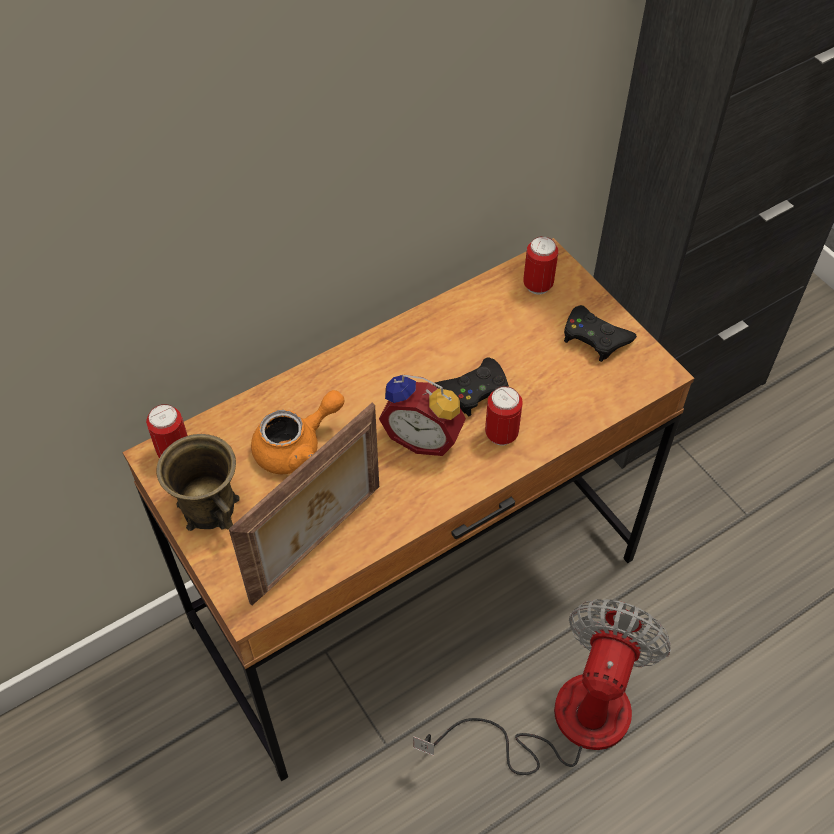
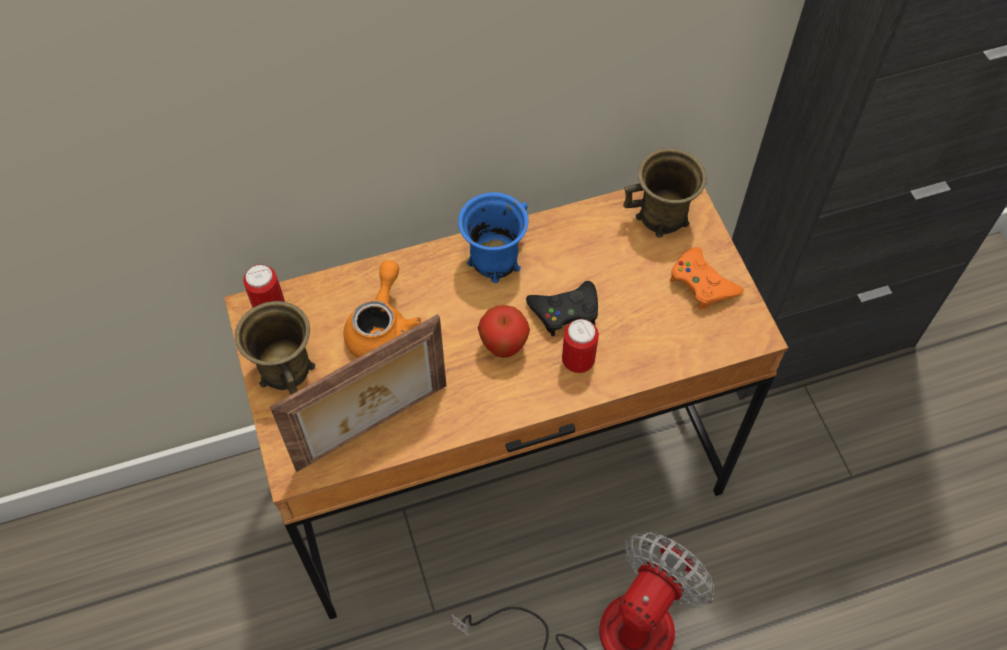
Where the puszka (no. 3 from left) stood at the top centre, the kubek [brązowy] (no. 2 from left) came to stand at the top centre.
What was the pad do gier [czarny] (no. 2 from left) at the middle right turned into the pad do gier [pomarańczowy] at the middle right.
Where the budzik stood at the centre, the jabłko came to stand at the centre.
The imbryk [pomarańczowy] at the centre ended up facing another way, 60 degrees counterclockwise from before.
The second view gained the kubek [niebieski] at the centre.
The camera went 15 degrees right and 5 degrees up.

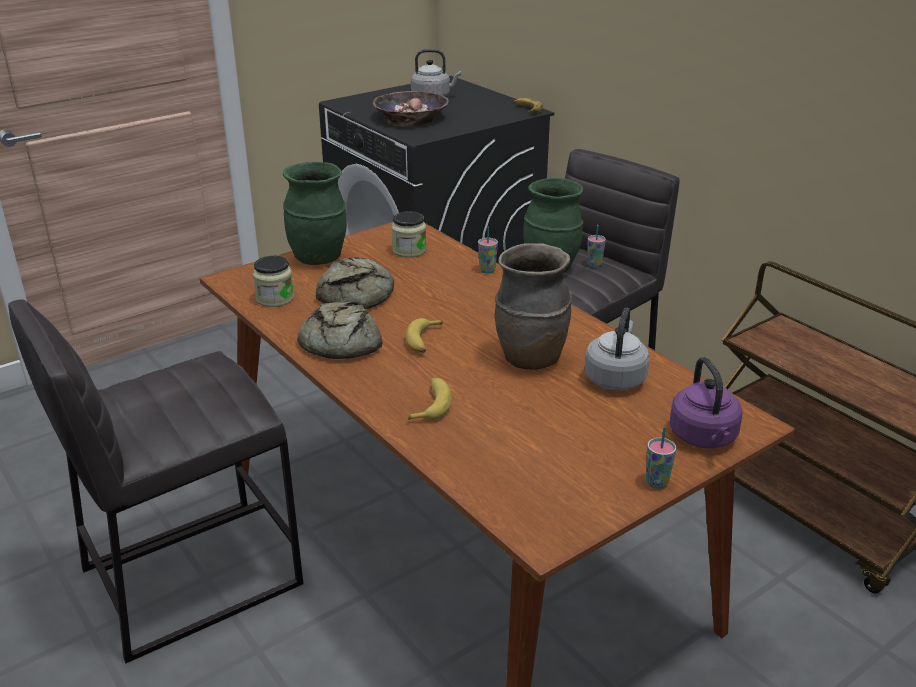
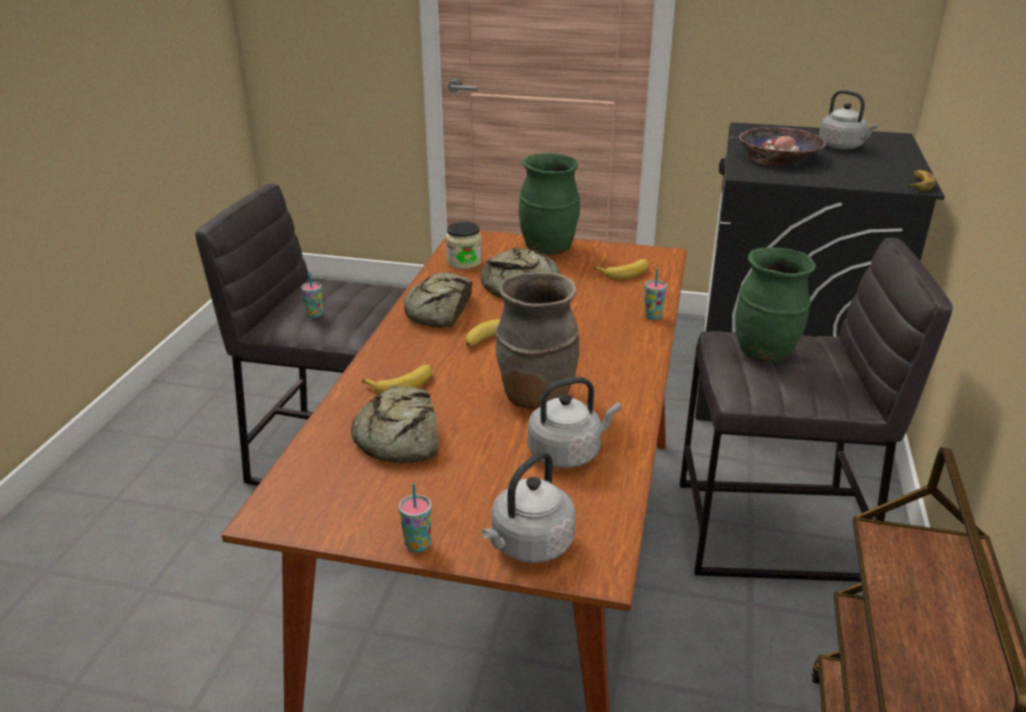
Where the słoik (no. 2 from left) stood at the centre, the banan (no. 3 from left) came to stand at the centre.
The filiżanka (no. 2 from left in the first image) ended up elsewhere, having gone from the centre to the middle left.
What was the czajnik [fioletowy] at the middle right turned into the czajnik [szary] (no. 1 from left) at the bottom centre.
The second view gained the chleb (no. 1 from left) at the centre.
The camera went 50 degrees right and 0 degrees up.

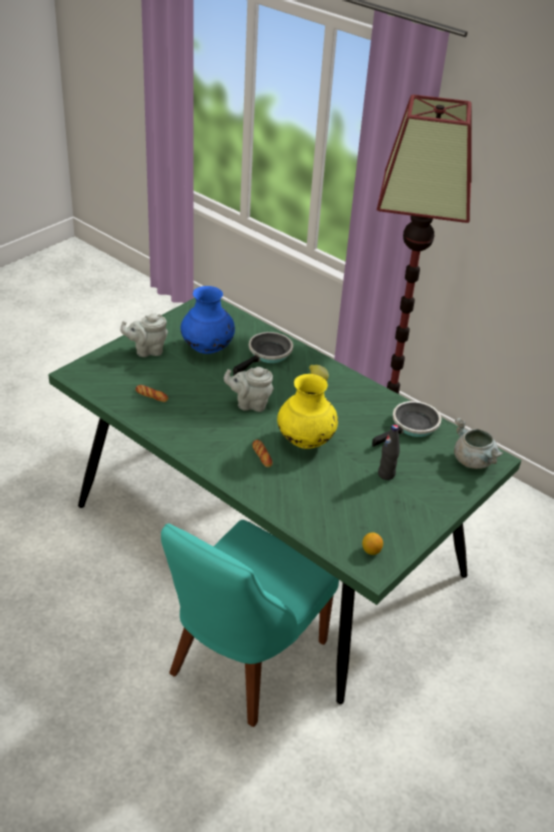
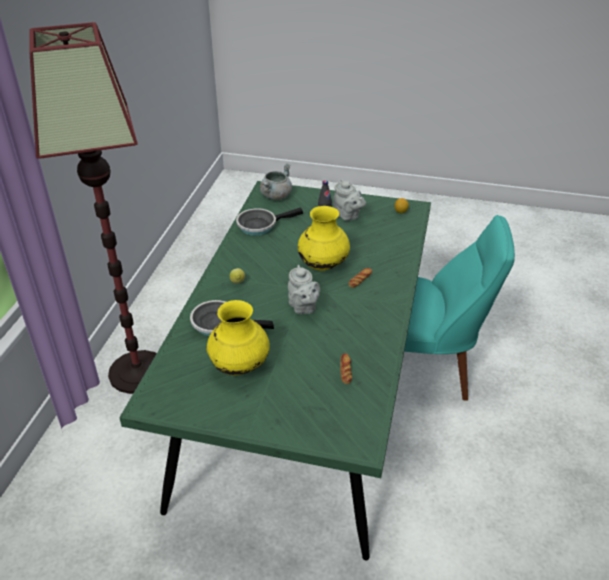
What was the wazon [niebieski] at the centre turned into the wazon [żółty] (no. 1 from left) at the centre.
The imbryk [szary] (no. 1 from left in the first image) ended up elsewhere, having gone from the middle left to the centre.
The patelnia (no. 2 from left) at the middle right ended up facing another way, 45 degrees counterclockwise from before.
The camera went 115 degrees left and 0 degrees up.

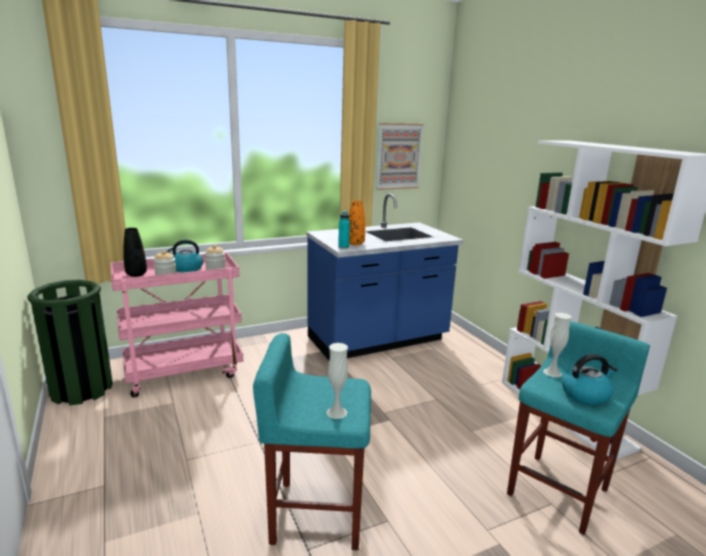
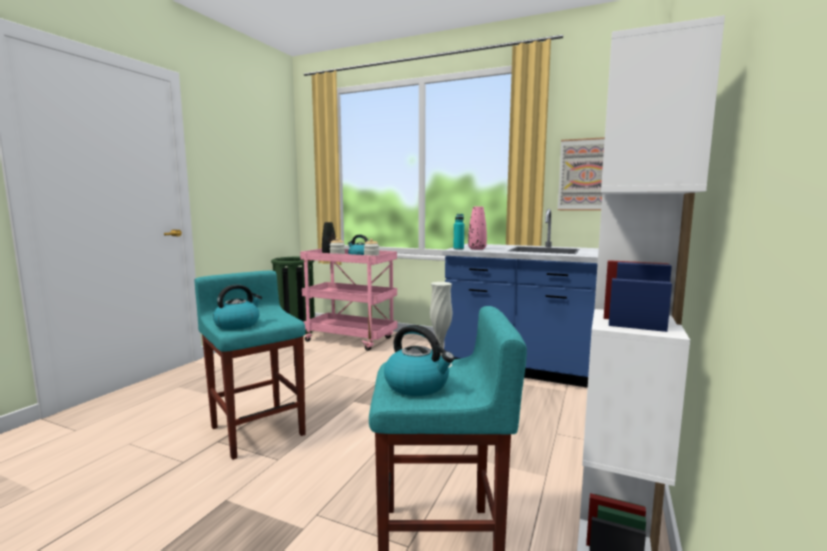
What was the wazon [pomarańczowy] at the centre turned into the wazon [różowy] at the centre.
Where the wazon [biały] (no. 1 from left) stood at the bottom centre, the czajnik (no. 1 from left) came to stand at the middle left.
The camera went 50 degrees right and 10 degrees down.

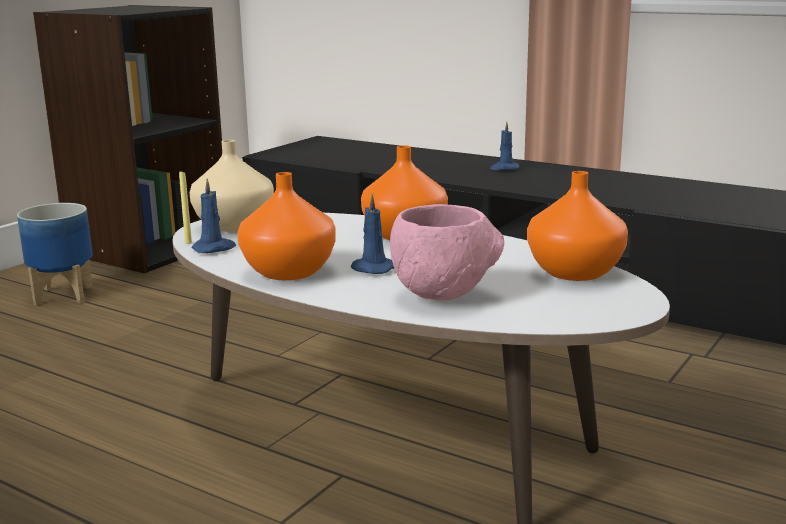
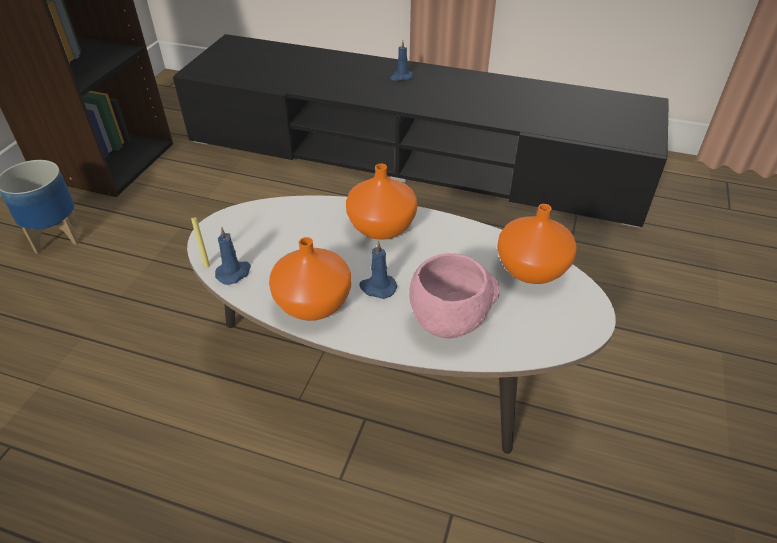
The second view lost the wazon [beżowy] at the middle left.
The camera went 15 degrees left and 25 degrees up.

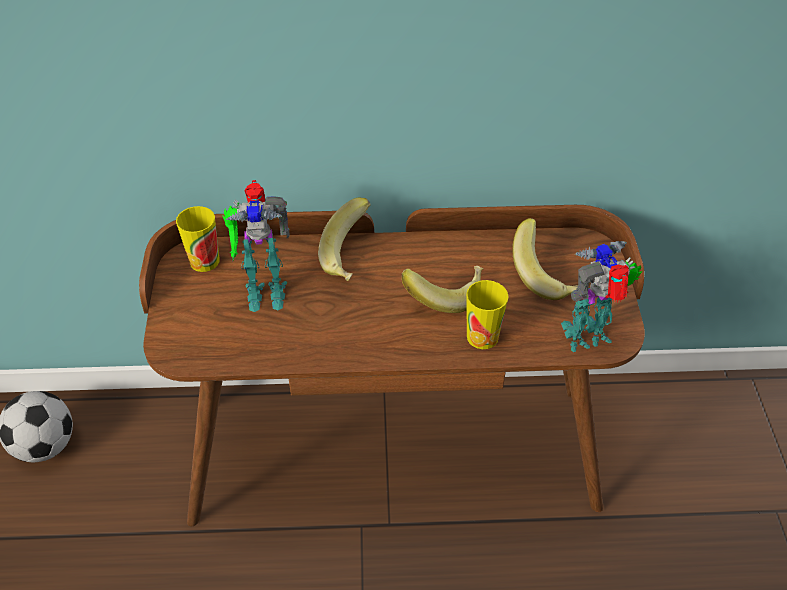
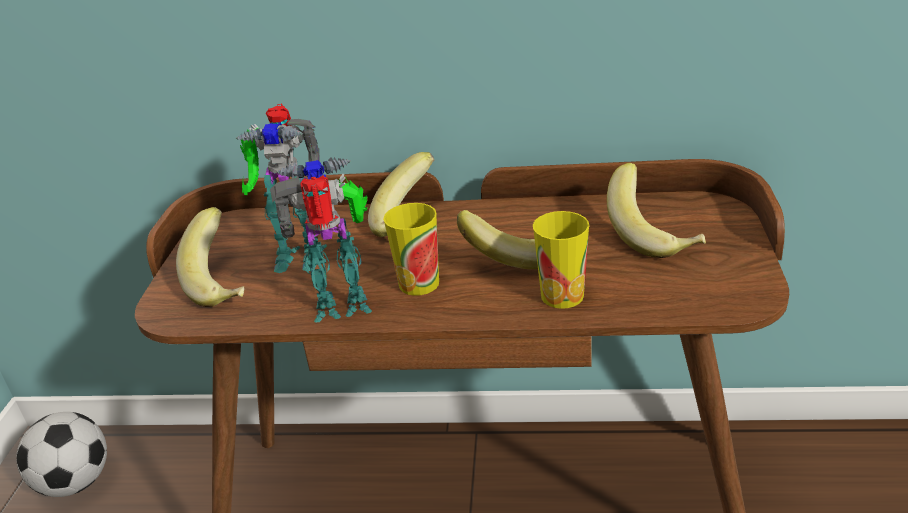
The filiżanka (no. 1 from left) ended up elsewhere, having gone from the middle left to the centre.
The robot zabawkowy (no. 2 from left) ended up elsewhere, having gone from the middle right to the centre.
The second view gained the banan (no. 1 from left) at the middle left.
The camera went 10 degrees right and 15 degrees down.

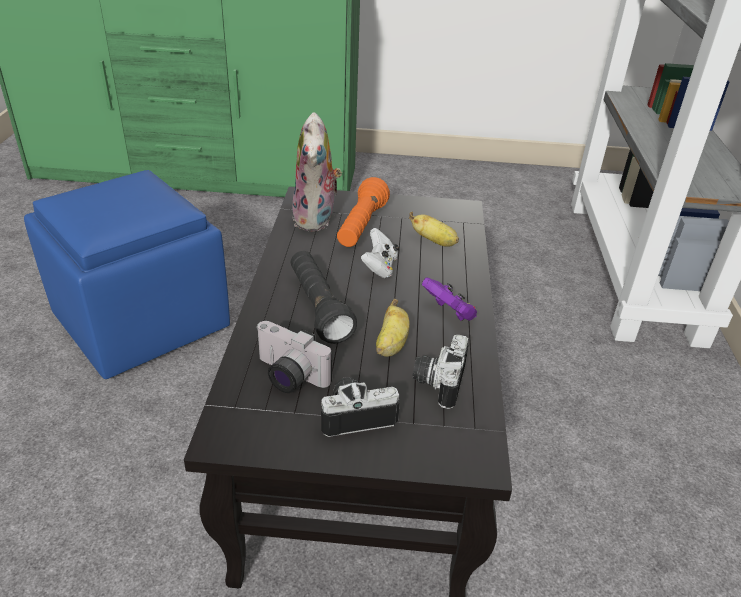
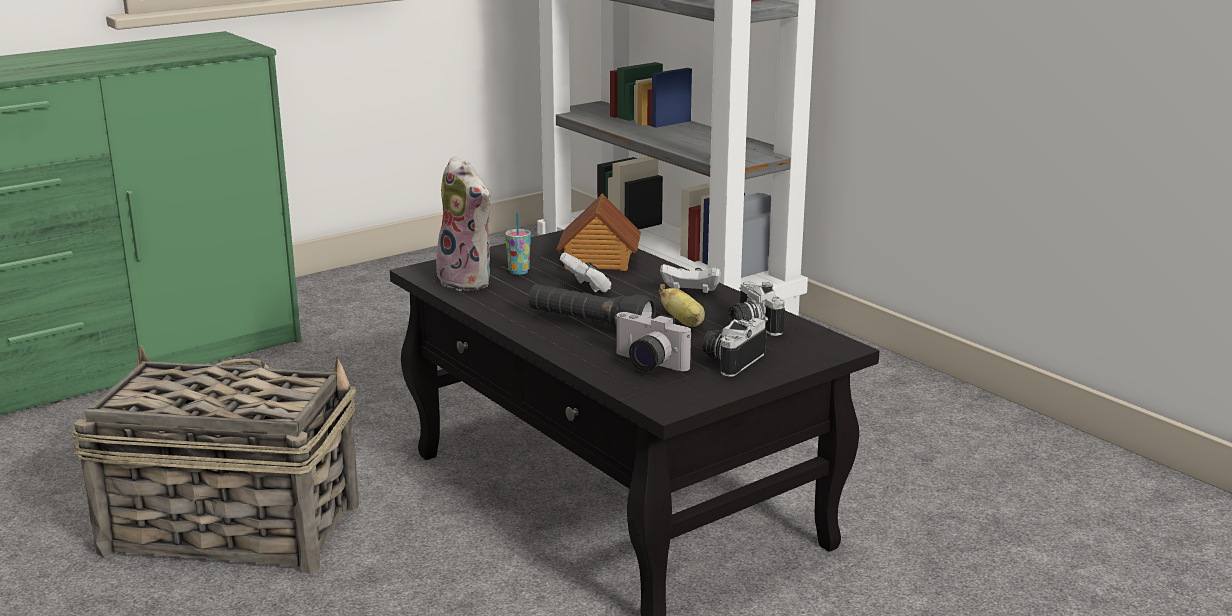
Where the pufa [niebieski] stood at the middle left, the koszyk came to stand at the bottom left.
Where the latarka [pomarańczowy] stood at the centre, the filiżanka came to stand at the centre.
Where the banan (no. 2 from left) stood at the centre, the domek came to stand at the centre.
What was the pad do gier [fioletowy] at the centre turned into the pad do gier [biały] (no. 2 from left) at the centre.
The aparat fotograficzny (no. 1 from left) at the centre ended up facing another way, 45 degrees clockwise from before.
The camera went 40 degrees left and 15 degrees down.

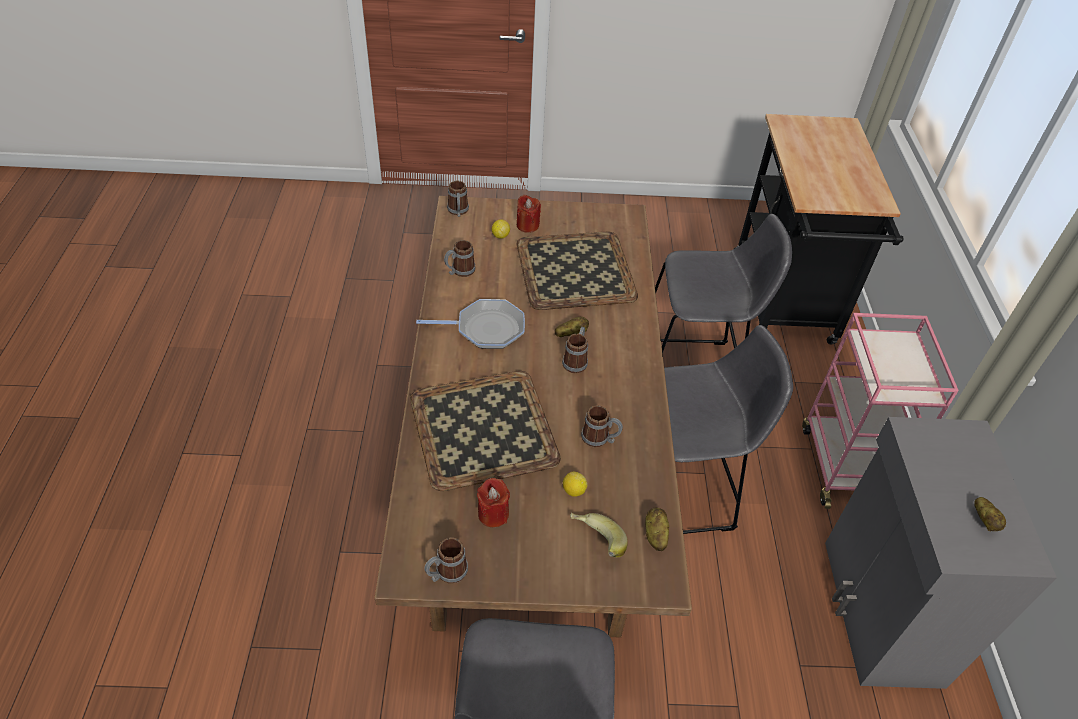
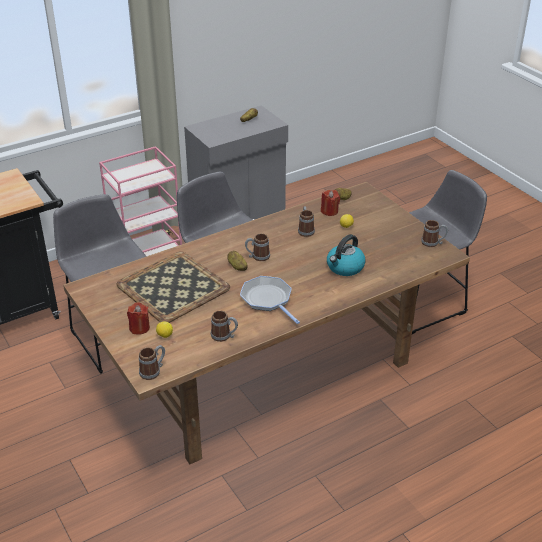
Where the taca (no. 1 from left) stood at the centre, the czajnik came to stand at the centre.
The świeca [czerwony] (no. 1 from left in the first image) ended up elsewhere, having gone from the bottom centre to the centre.
The second view lost the banan at the bottom centre.
The camera went 120 degrees left and 10 degrees down.

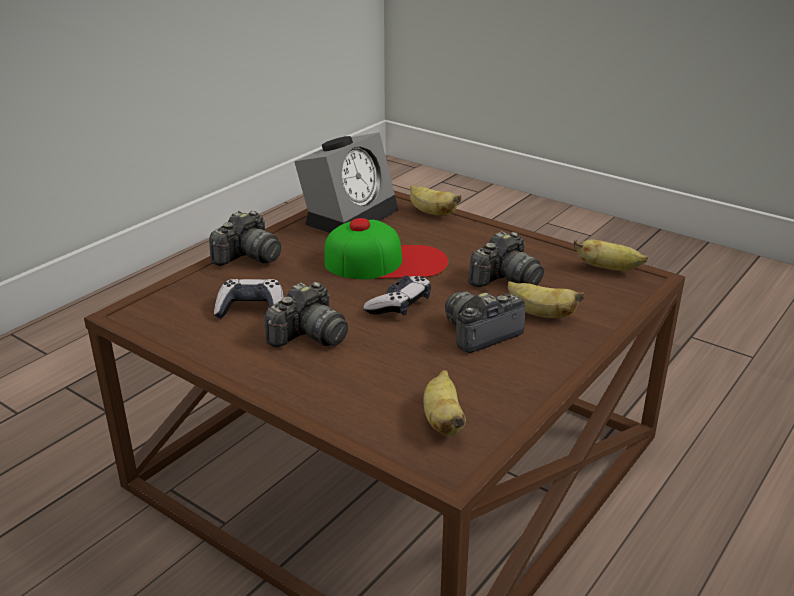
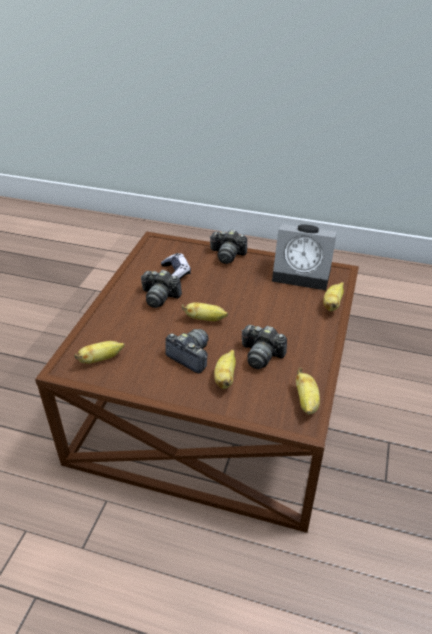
The second view lost the czapka z daszkiem at the centre.
Where the pad do gier (no. 2 from left) stood at the centre, the banan (no. 2 from left) came to stand at the centre.
The camera went 70 degrees right and 10 degrees up.

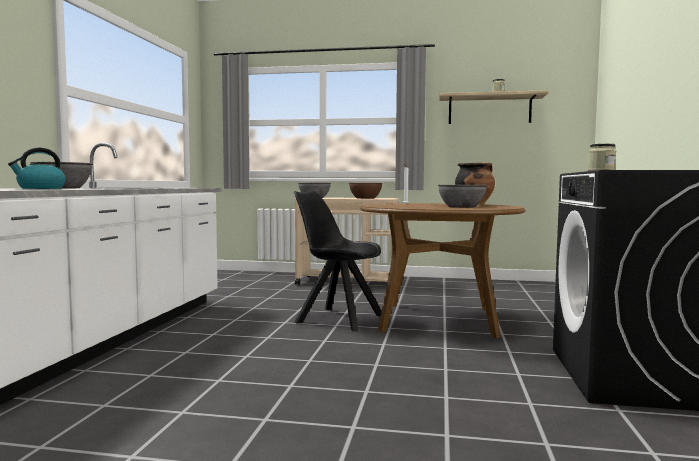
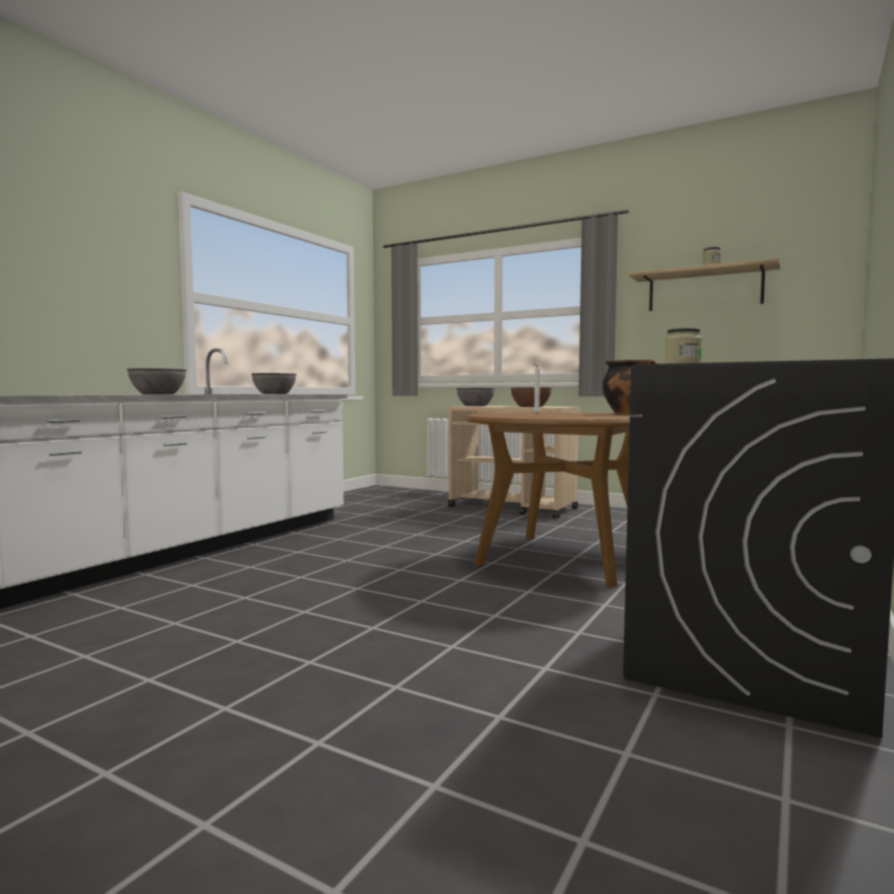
The second view lost the czajnik at the middle left.
The miska [szary] (no. 3 from left in the first image) ended up elsewhere, having gone from the centre to the middle left.
The second view lost the krzesło [czarny] at the centre.
The camera went 20 degrees right and 0 degrees up.

